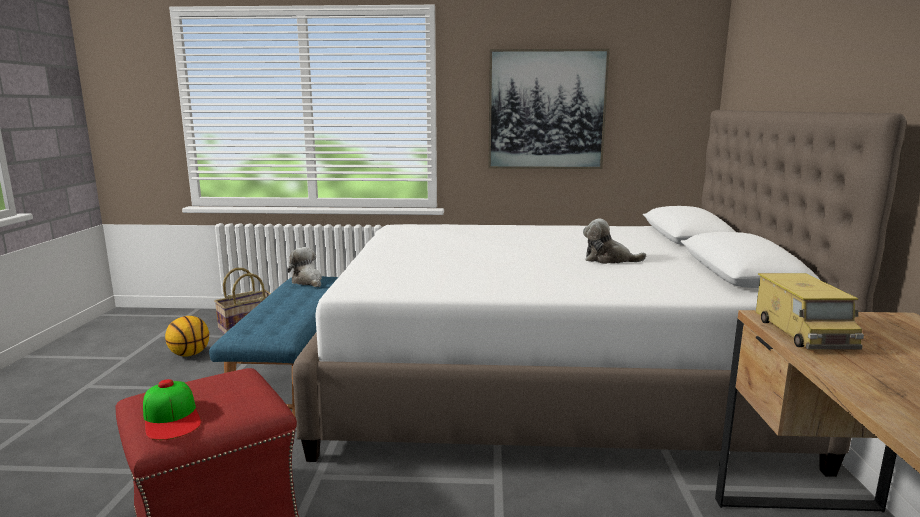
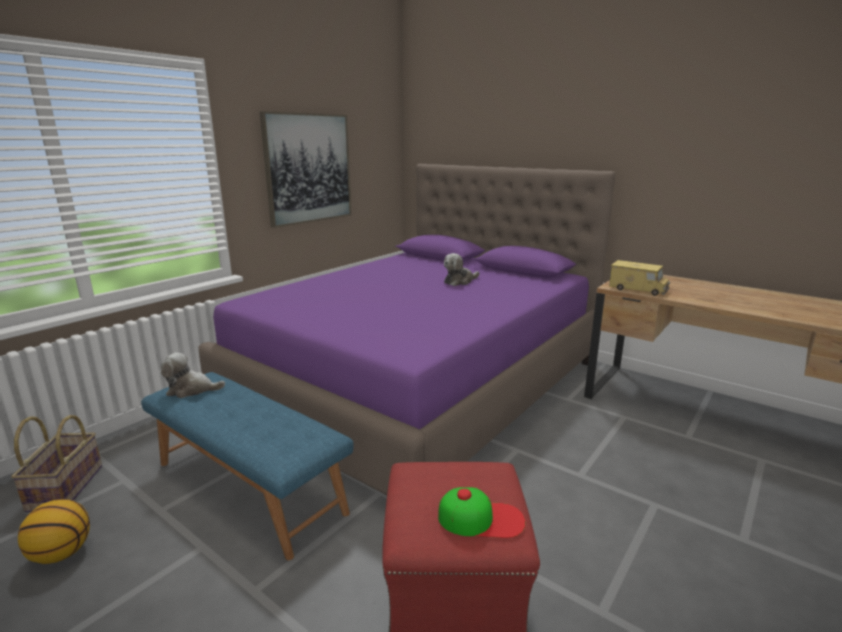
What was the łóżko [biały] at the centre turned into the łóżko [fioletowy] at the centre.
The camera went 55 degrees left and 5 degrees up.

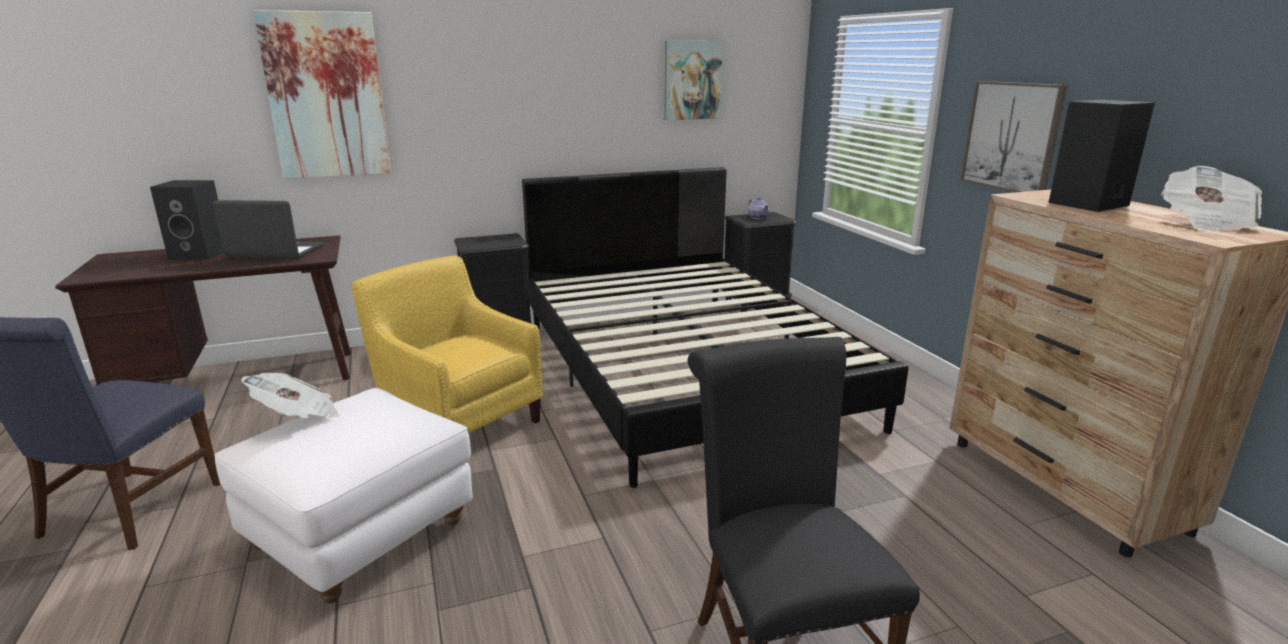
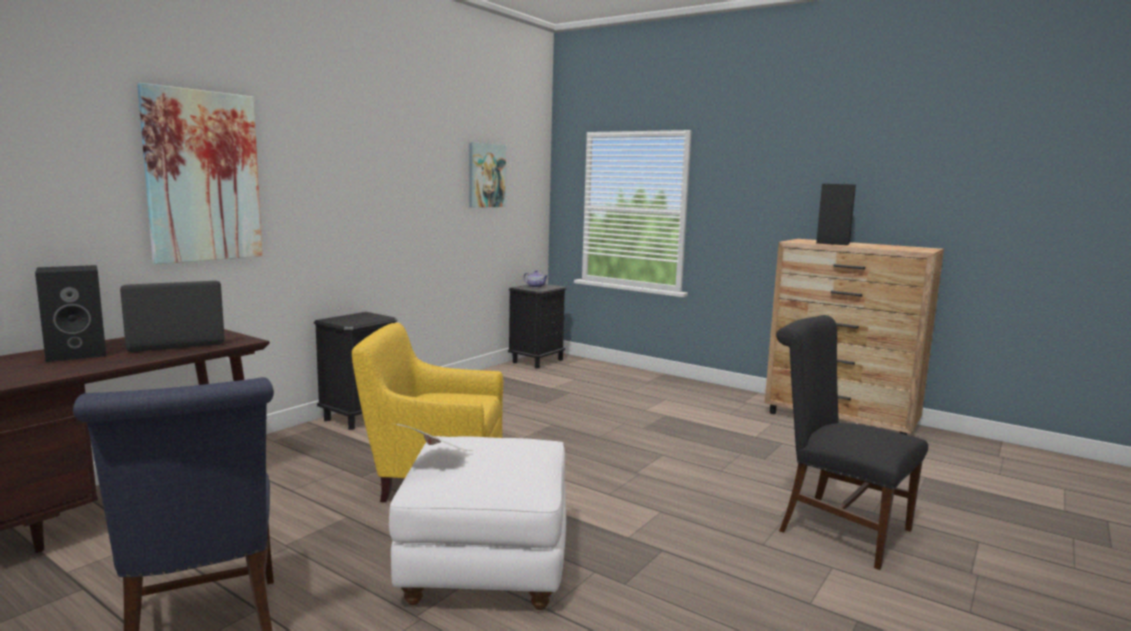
The second view lost the obraz (no. 3 from left) at the top right.
The second view lost the gazeta (no. 2 from left) at the top right.
The second view lost the łóżko [czarny] at the centre.
The camera went 35 degrees left and 10 degrees down.

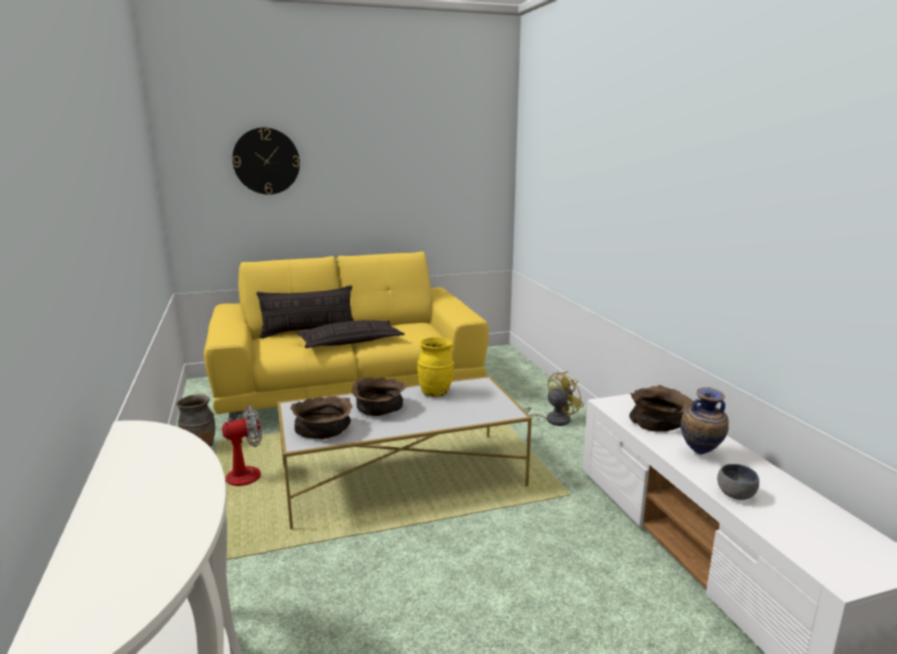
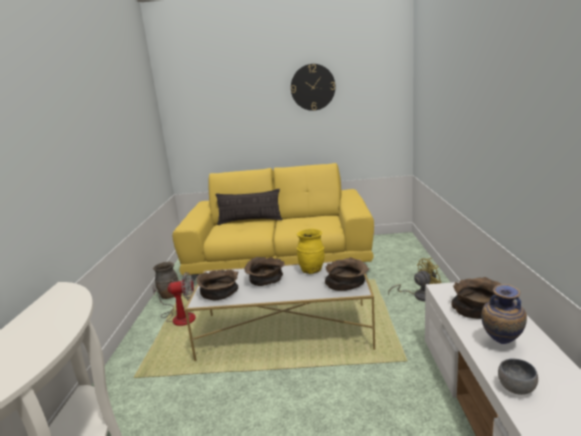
The zegar ścienny ended up elsewhere, having gone from the top left to the top centre.
The second view lost the poduszka (no. 2 from left) at the centre.
The second view gained the miska [brązowy] (no. 3 from left) at the centre.
The camera went 20 degrees right and 0 degrees up.

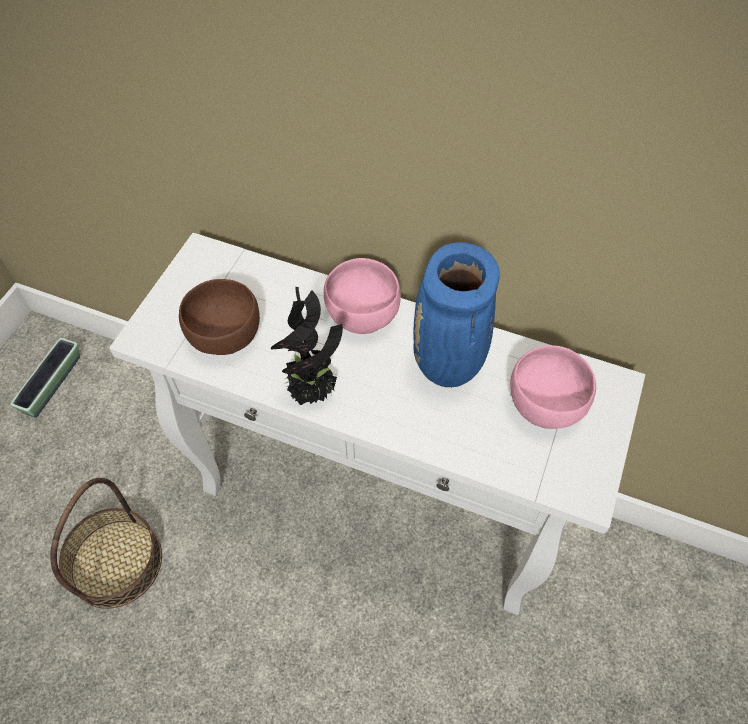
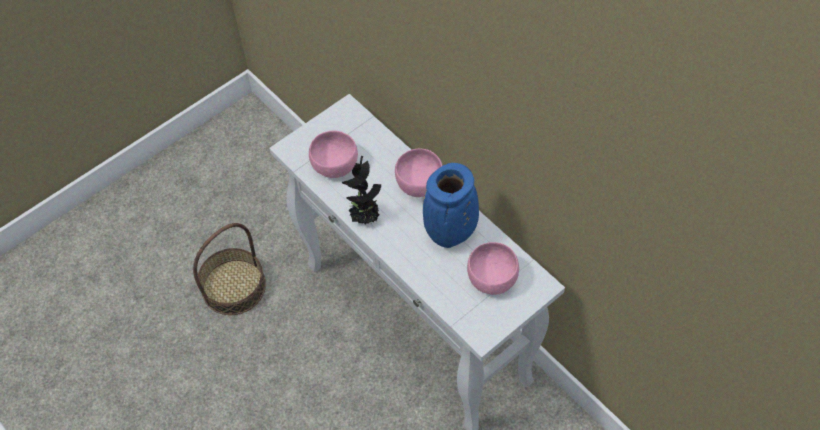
What was the miska [brązowy] at the middle left turned into the miska [różowy] (no. 1 from left) at the centre.
The second view lost the donica at the middle left.
The camera went 30 degrees right and 0 degrees up.

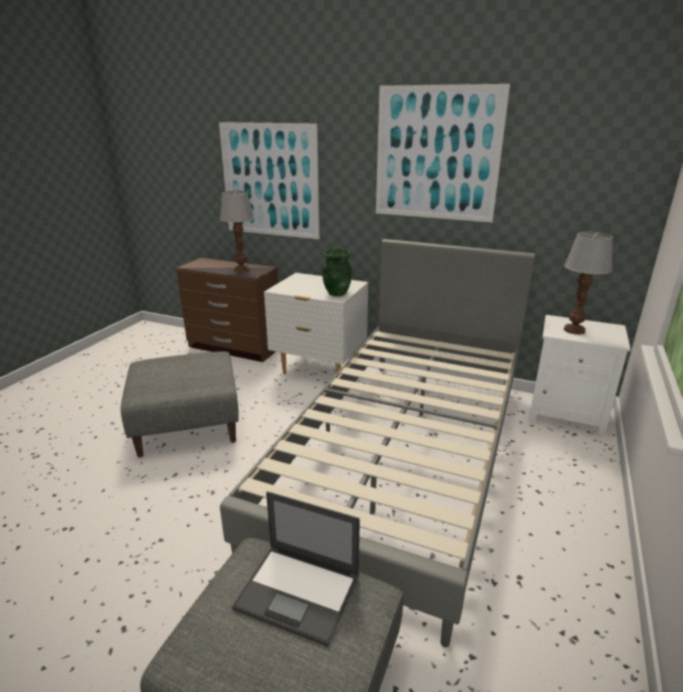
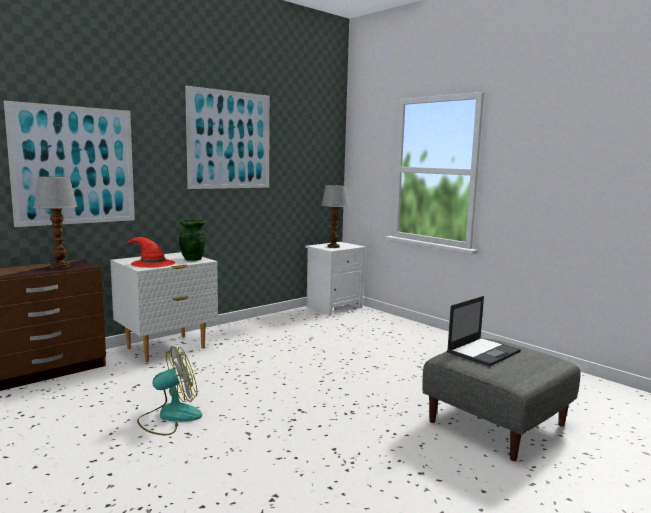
The second view lost the łóżko [szary] at the centre.
Where the pufa [szary] (no. 1 from left) stood at the middle left, the wentylator came to stand at the bottom left.
The second view gained the kapelusz [czerwony] at the middle left.
The camera went 65 degrees left and 15 degrees down.

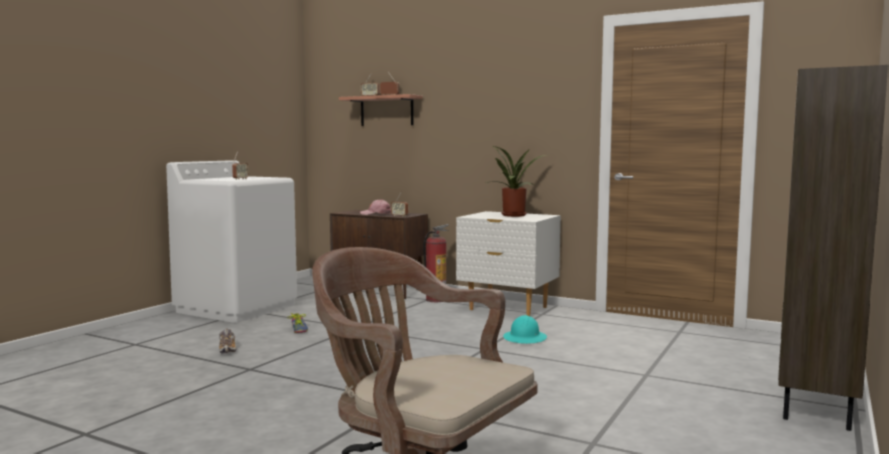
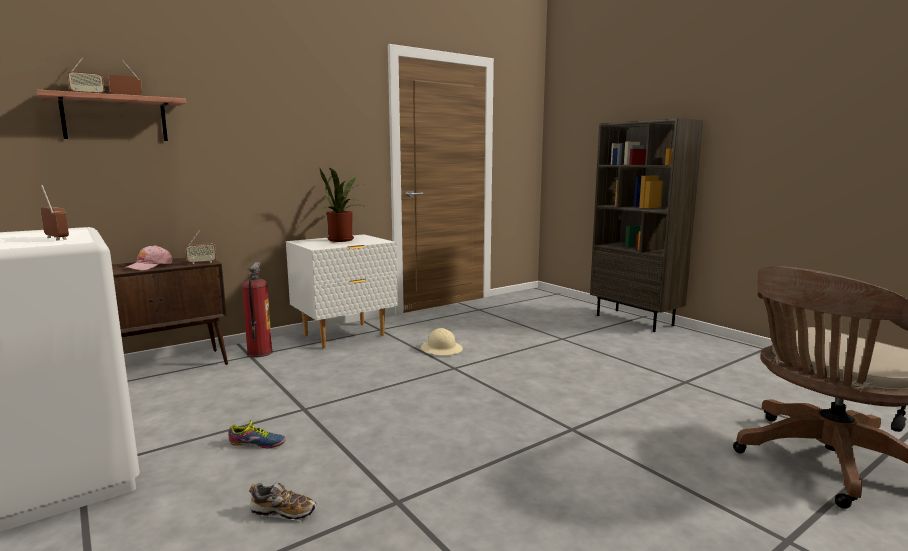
What was the kask [turkusowy] at the bottom centre turned into the kask [beżowy] at the centre.
The camera went 65 degrees left and 5 degrees up.

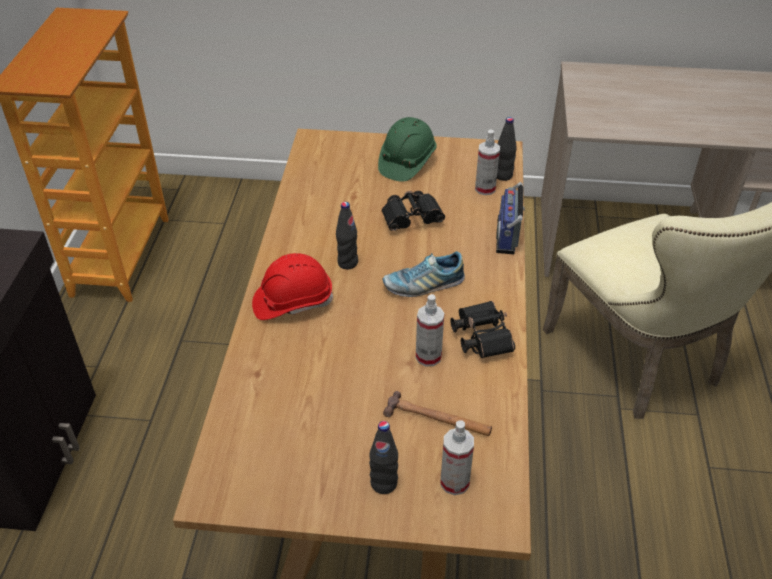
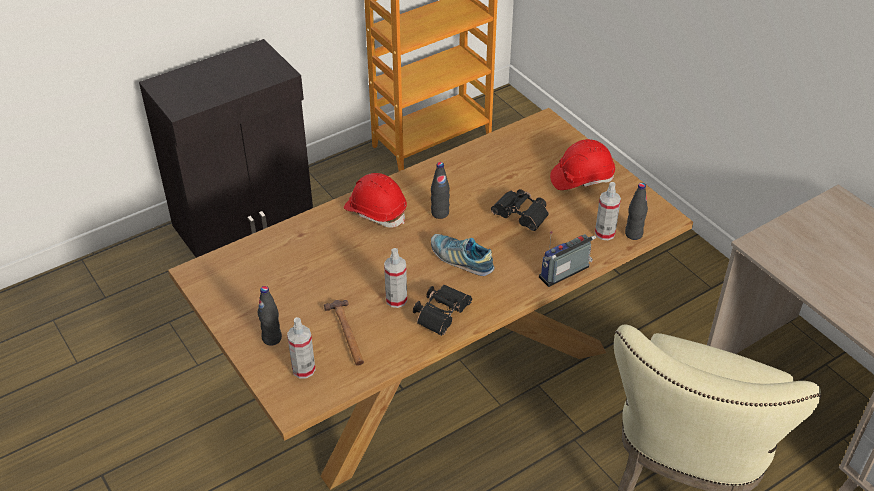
What was the kask [zielony] at the top centre turned into the kask [czerwony] (no. 2 from left) at the centre.
The camera went 50 degrees right and 0 degrees up.

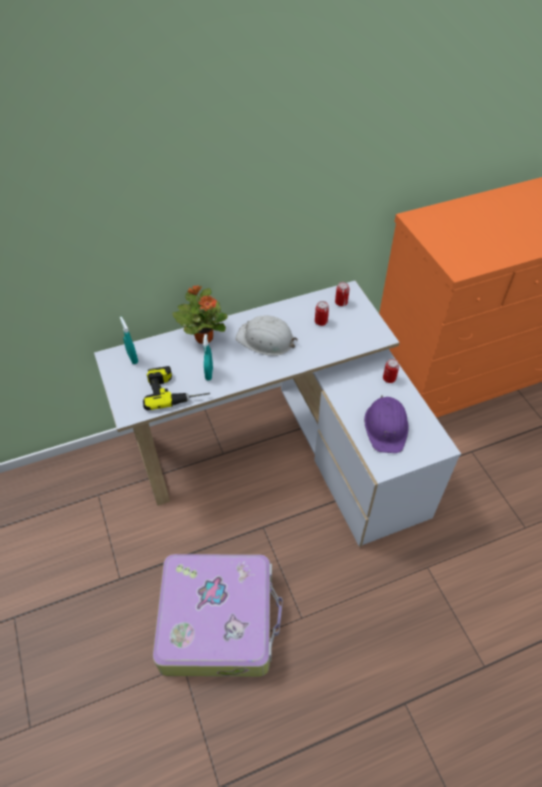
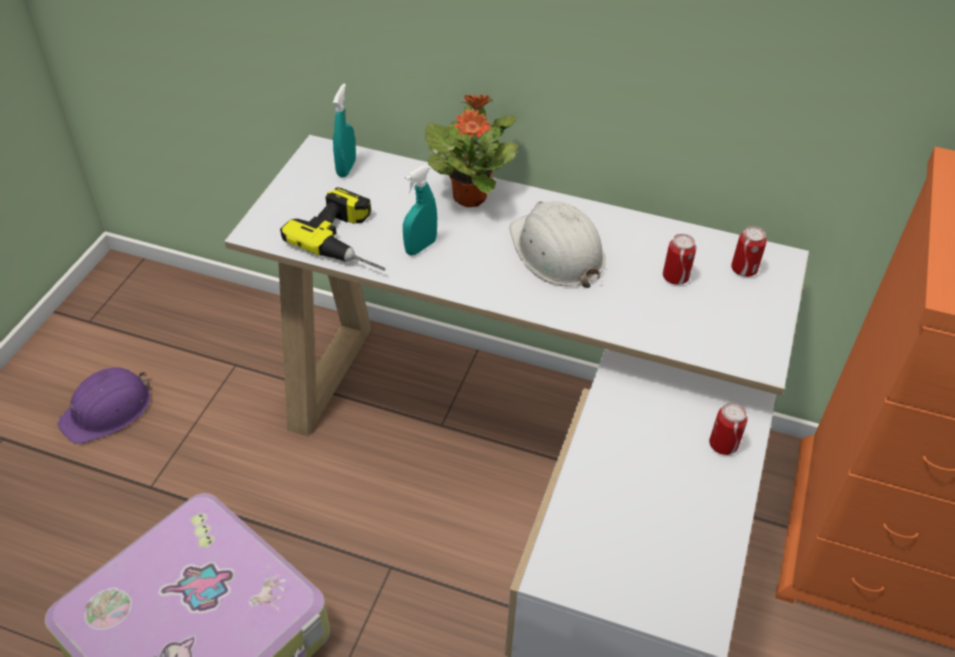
The kask [fioletowy] ended up elsewhere, having gone from the middle right to the middle left.
The camera went 40 degrees right and 5 degrees down.

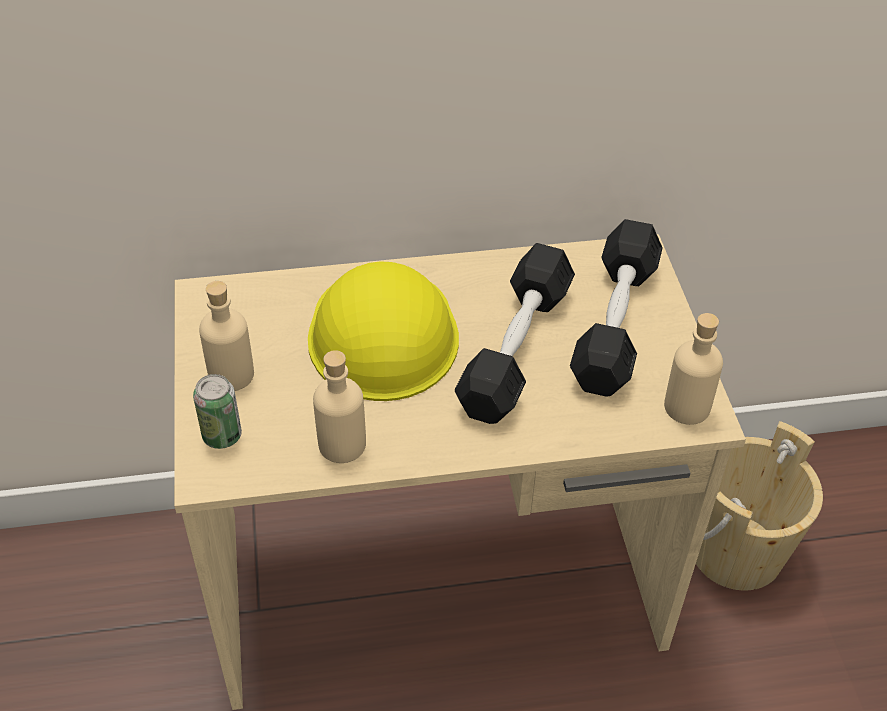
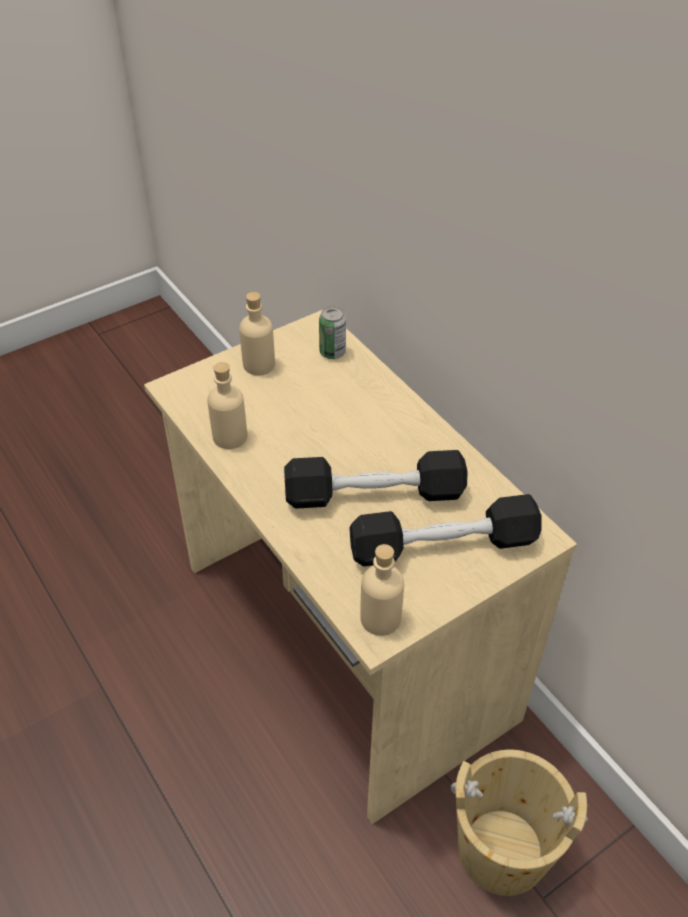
The second view lost the kask [żółty] at the centre.
The puszka ended up elsewhere, having gone from the middle left to the centre.
The camera went 65 degrees right and 0 degrees up.

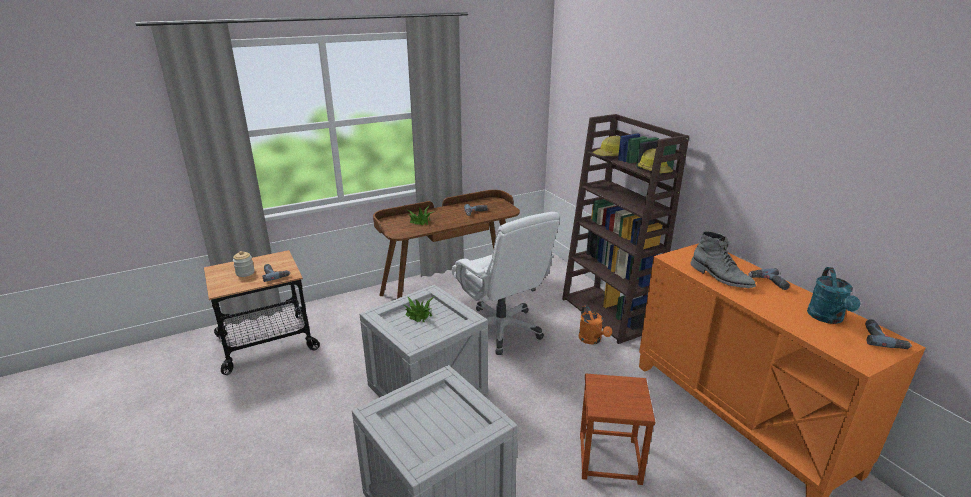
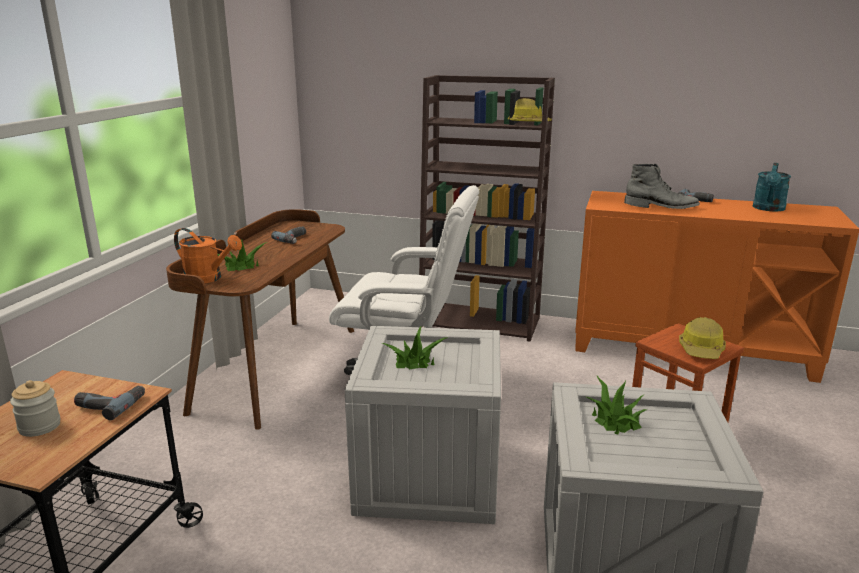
The kask (no. 1 from left in the first image) ended up elsewhere, having gone from the top centre to the middle right.
The konewka [turkusowy] at the middle right ended up facing another way, 60 degrees clockwise from before.
The konewka [pomarańczowy] ended up elsewhere, having gone from the centre to the middle left.
The second view lost the wiertarka (no. 4 from left) at the bottom right.
The second view gained the roślina doniczkowa (no. 3 from left) at the bottom right.
The camera went 45 degrees left and 5 degrees down.

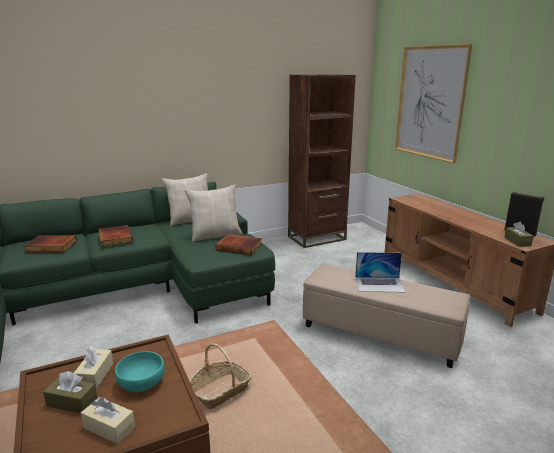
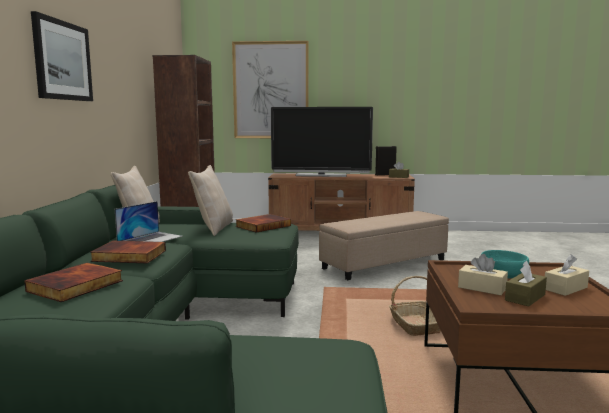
The laptop ended up elsewhere, having gone from the middle right to the middle left.
The second view gained the obraz (no. 1 from left) at the top left.
The second view gained the telewizor at the centre.
The camera went 60 degrees left and 10 degrees down.

